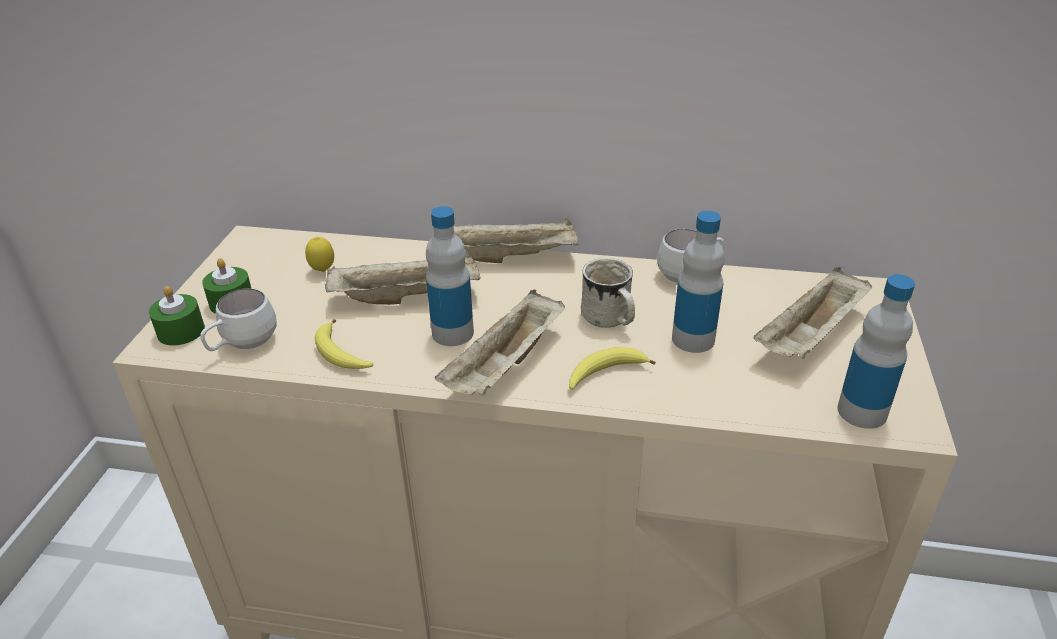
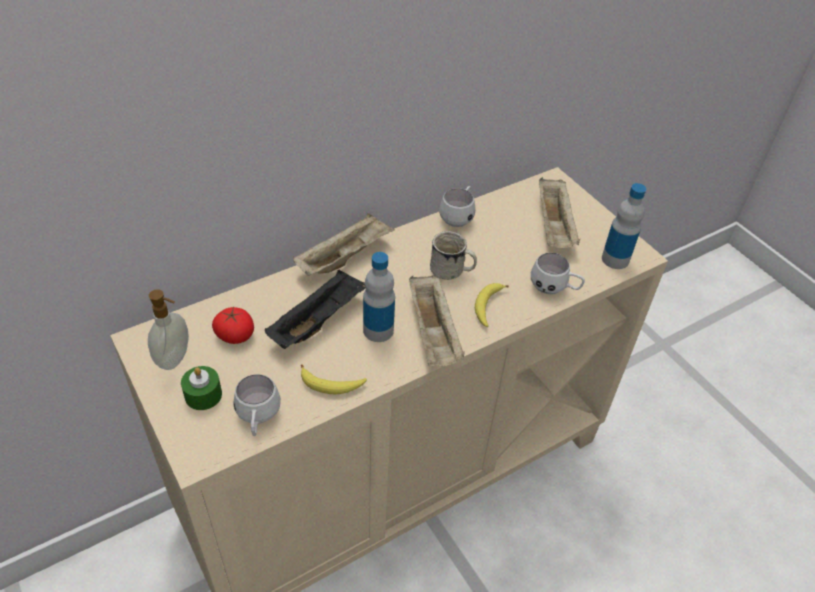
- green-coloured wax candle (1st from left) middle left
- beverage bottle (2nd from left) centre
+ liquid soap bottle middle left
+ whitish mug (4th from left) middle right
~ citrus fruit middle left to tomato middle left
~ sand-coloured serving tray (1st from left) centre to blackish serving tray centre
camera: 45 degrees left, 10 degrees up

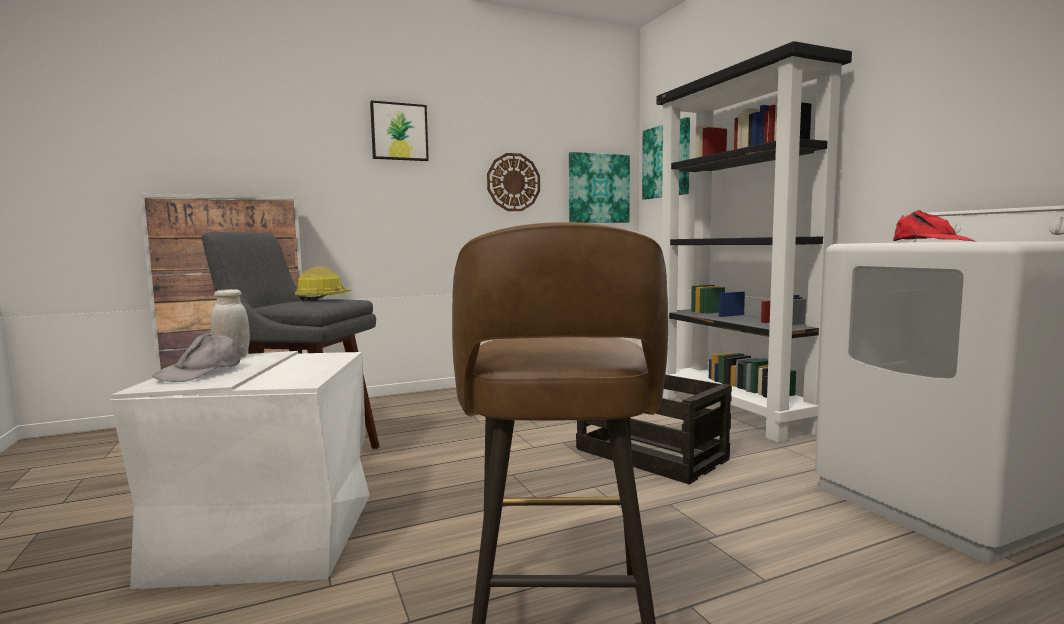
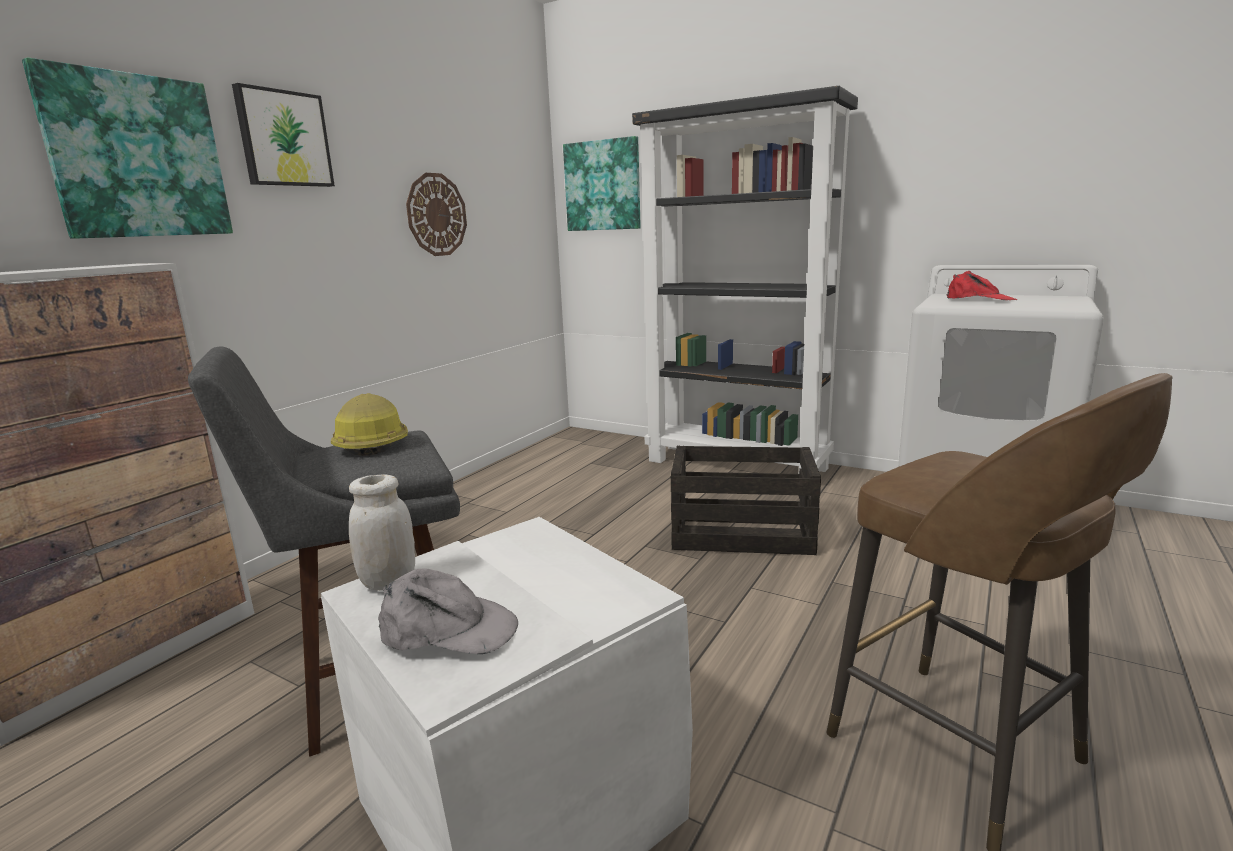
~ wall art (2nd from left in the first image) top centre to wall art (1st from left) top left
~ grey baseball cap middle left = bottom centre 60 degrees counterclockwise
camera: 35 degrees left, 10 degrees up

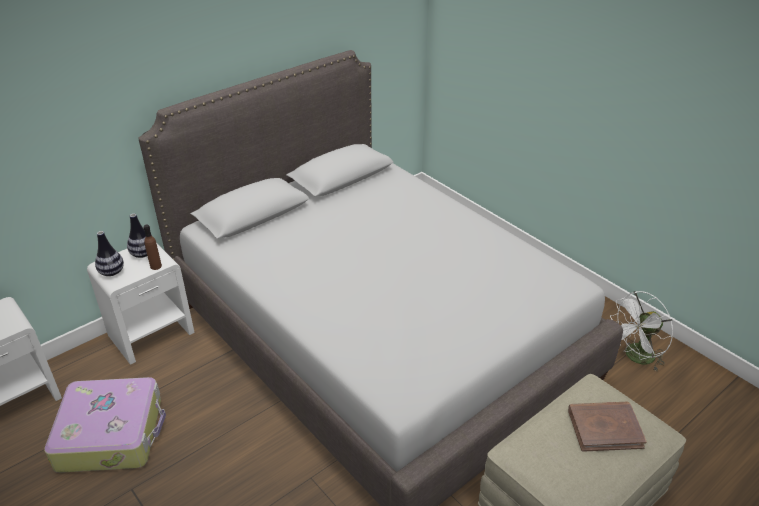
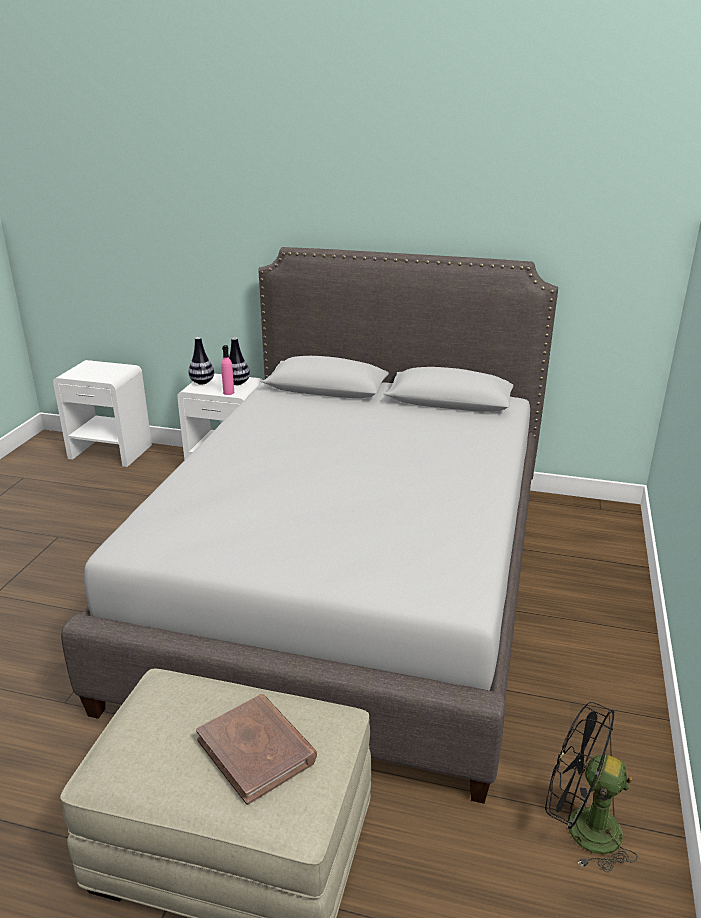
- suitcase bottom left
~ brownish beverage bottle middle left to pinkish beverage bottle middle left
~ whitish cooling fan middle right to blackish cooling fan bottom right
camera: 55 degrees right, 10 degrees down

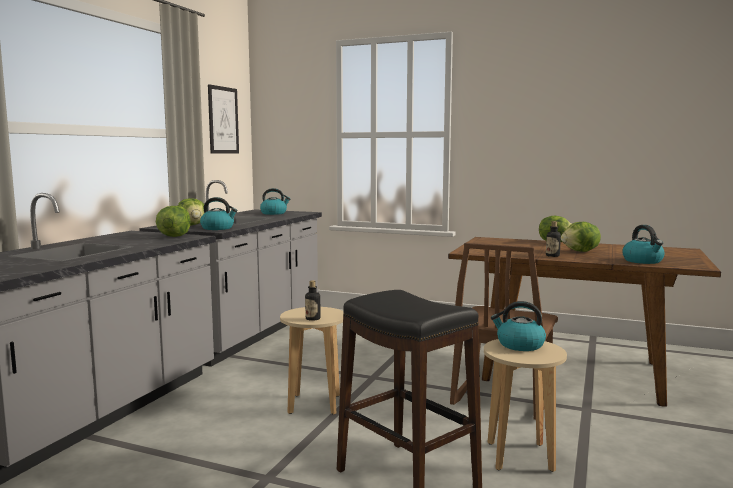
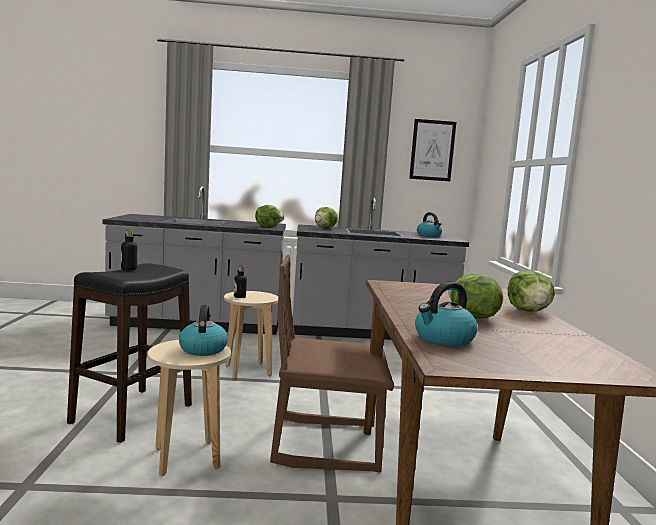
- kettle (1st from left) middle left
~ beverage bottle (2nd from left in the first image) middle right to beverage bottle (1st from left) middle left
camera: 65 degrees right, 0 degrees up

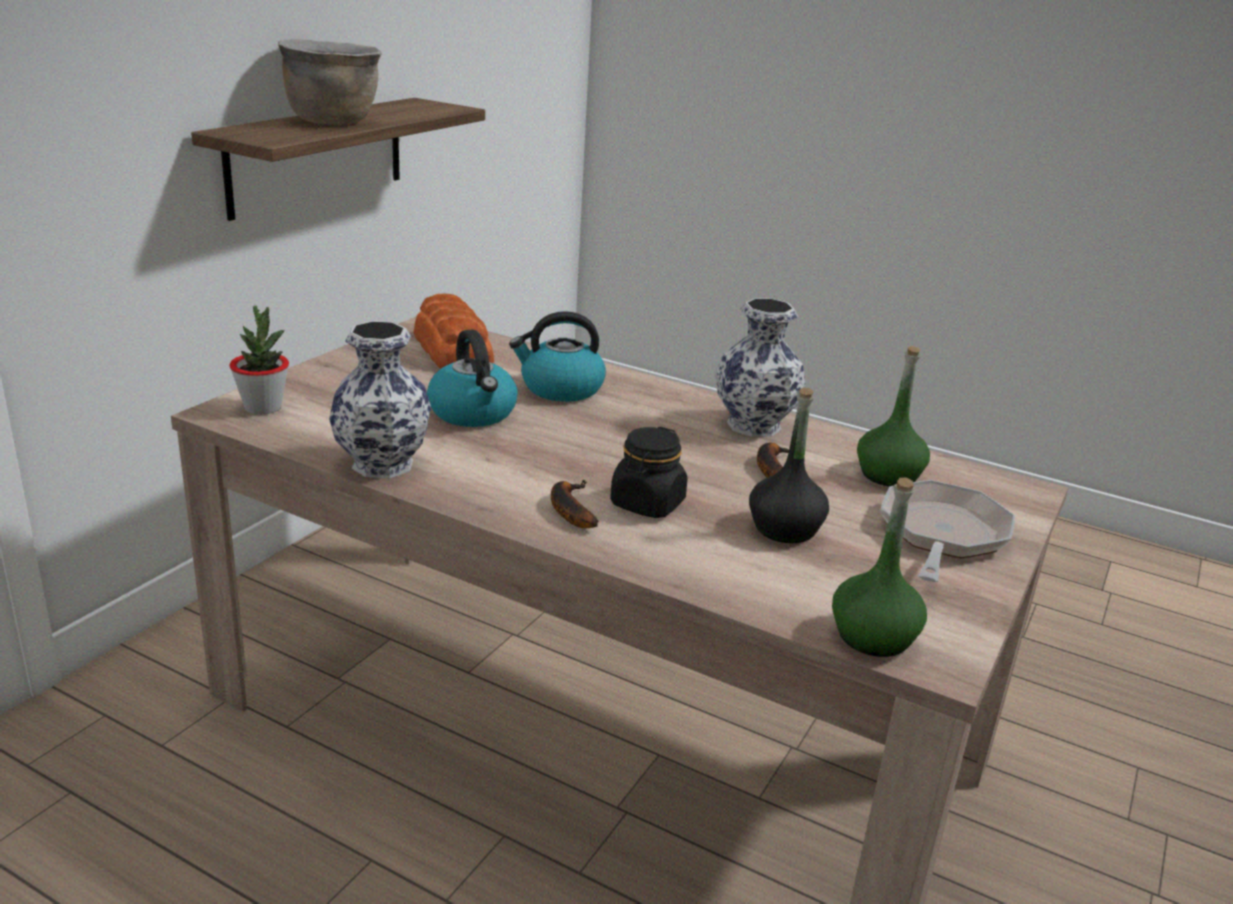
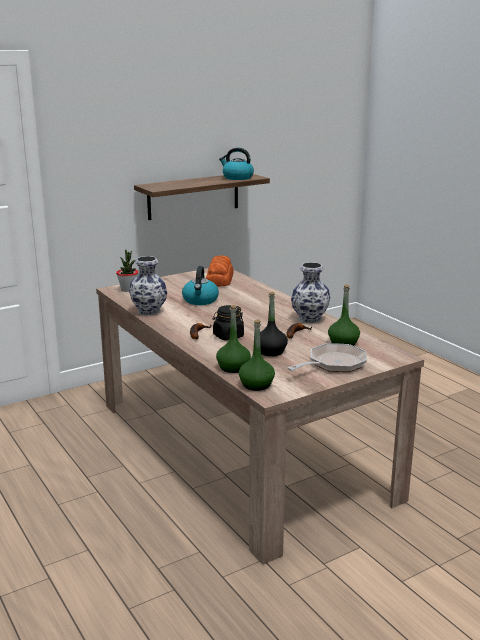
- brownish saucepot top left
+ green-coloured beverage bottle (1st from left) centre
~ kettle (2nd from left) centre to top centre
camera: 30 degrees right, 5 degrees down

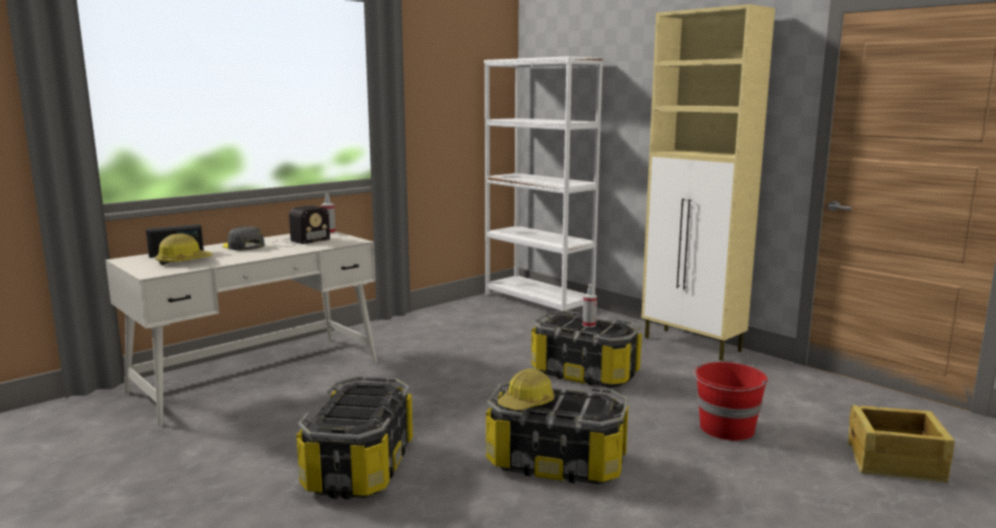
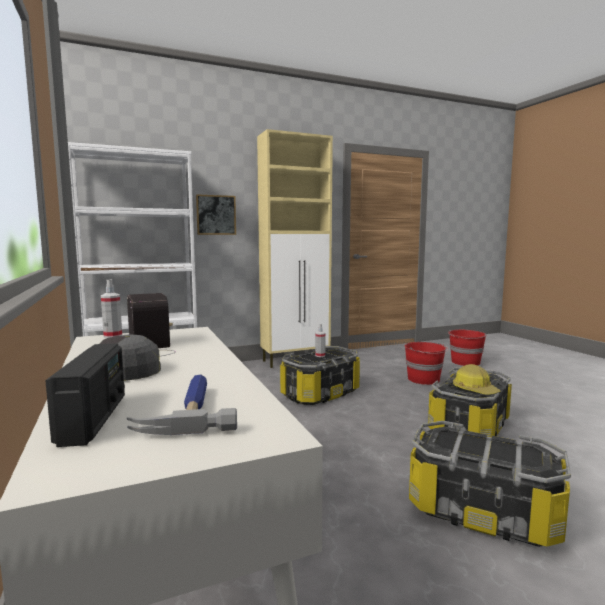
+ wall art centre
~ safety helmet (1st from left) middle left to tool hammer bottom left
~ shipping crate bottom right to red bucket (2nd from left) middle right
camera: 70 degrees left, 5 degrees down

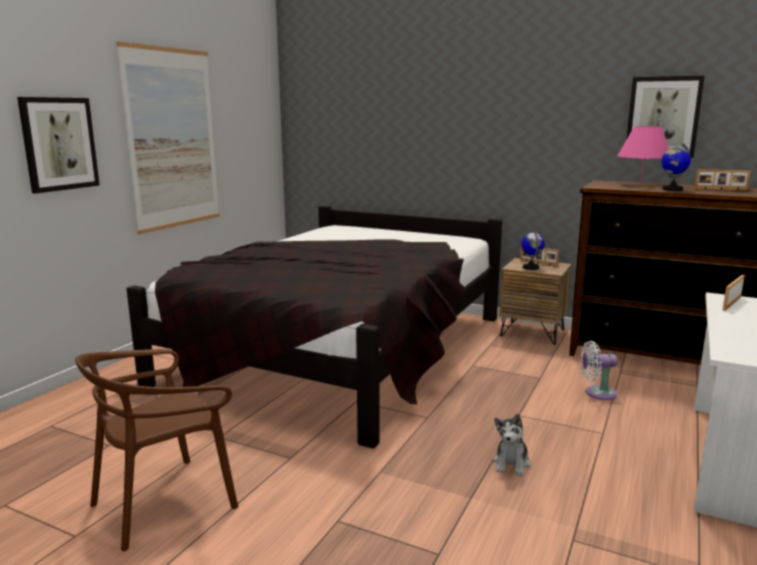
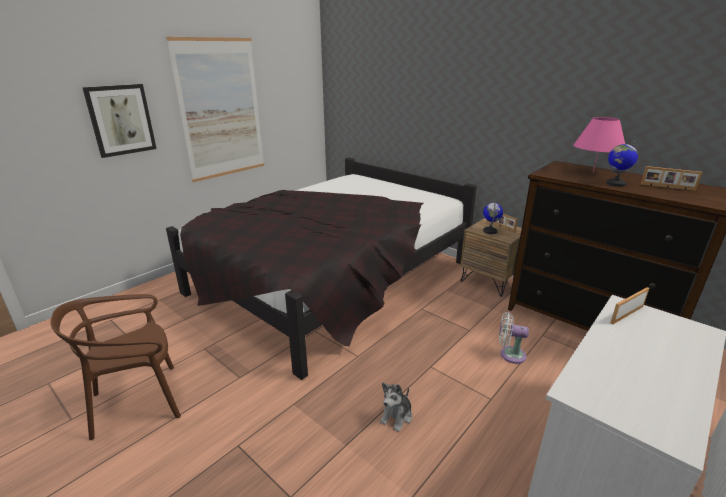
- wall art (3rd from left) top right
camera: 15 degrees right, 10 degrees up

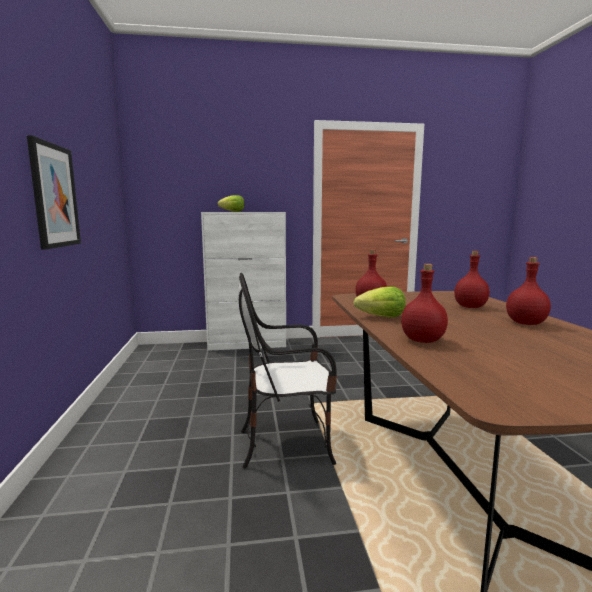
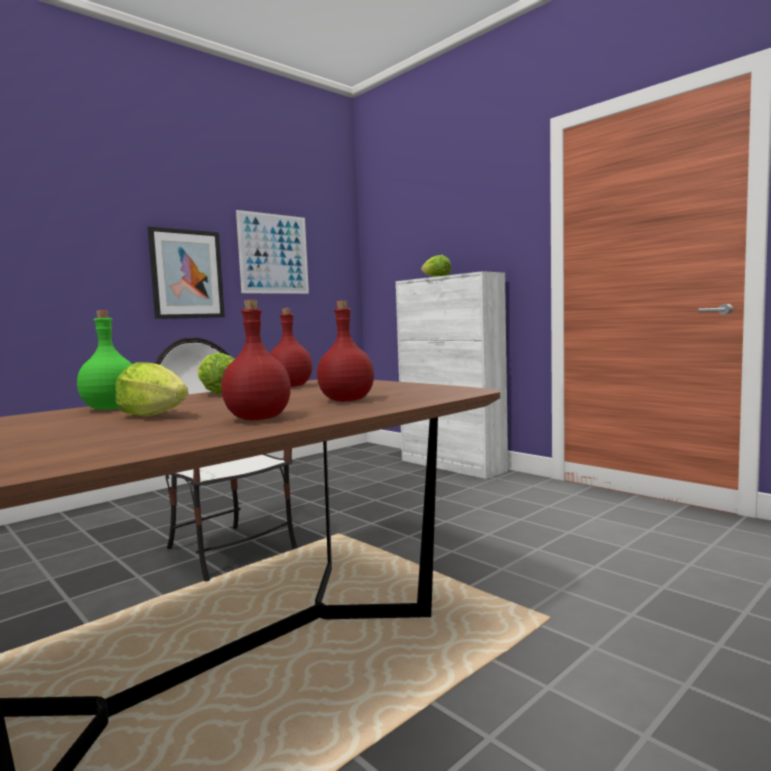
+ head of lettuce (1st from left) middle left
+ wall art (2nd from left) top centre
~ red beverage bottle (2nd from left) middle right to green-coloured beverage bottle middle left
camera: 55 degrees right, 5 degrees down

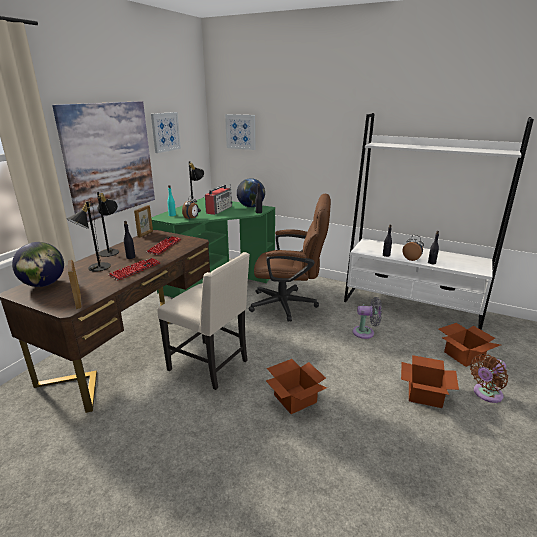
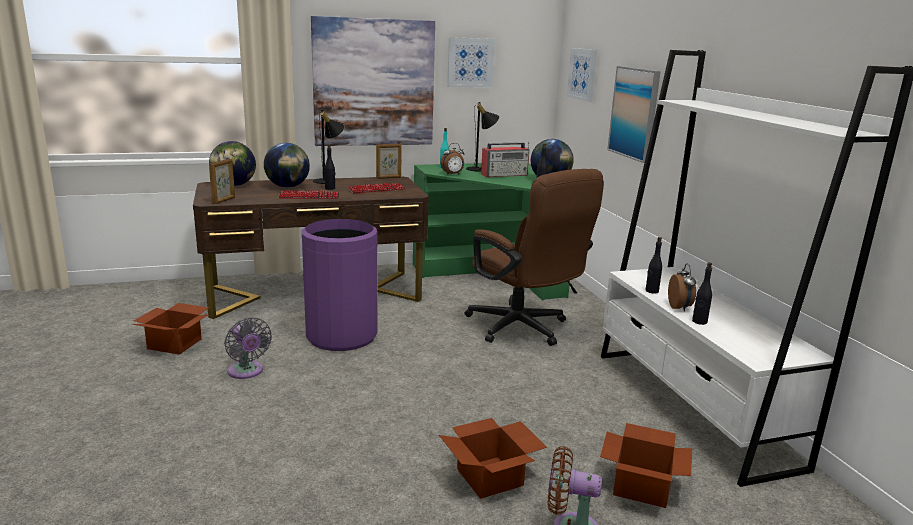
+ wall art (4th from left) top right
~ carton (1st from left) bottom centre to middle left
~ grey cooling fan middle right to middle left
~ blackish table lamp (1st from left) middle left to world globe (2nd from left) top left
~ sand-coloured chair centre to purple-coloured waste bin centre
camera: 45 degrees right, 5 degrees down

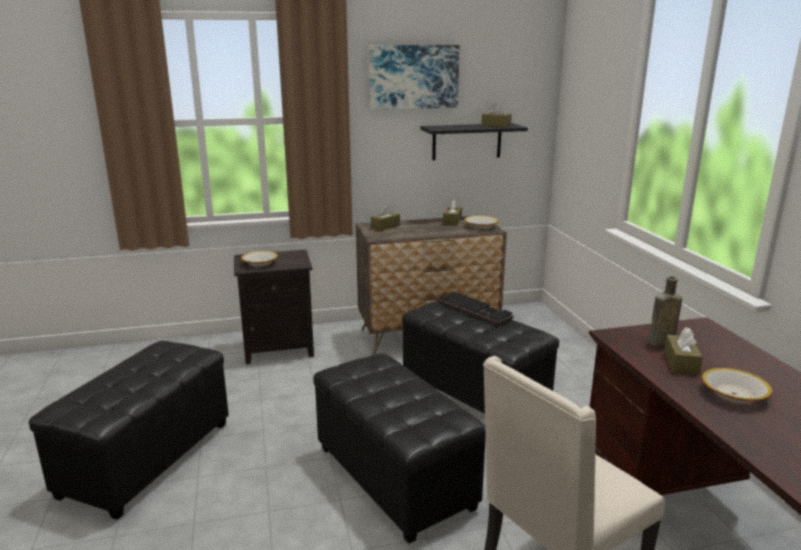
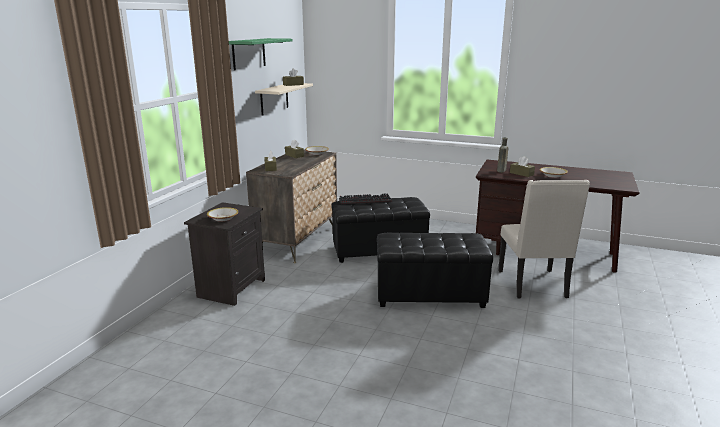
- blackish footrest (1st from left) bottom left
~ wall art top centre to green-coloured bracket shelf top centre
~ blackish bracket shelf top centre to sand-coloured bracket shelf top centre
camera: 55 degrees left, 0 degrees up

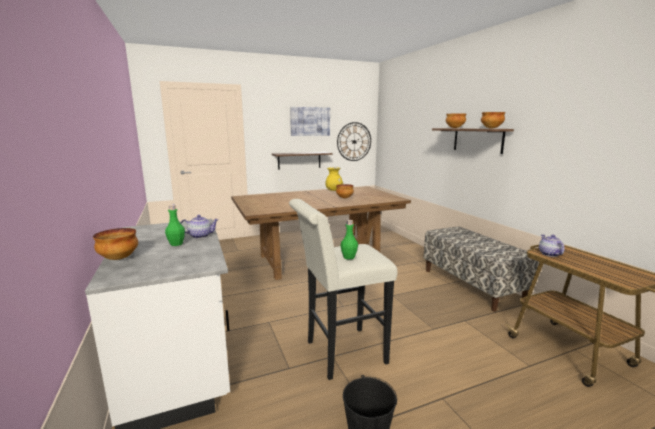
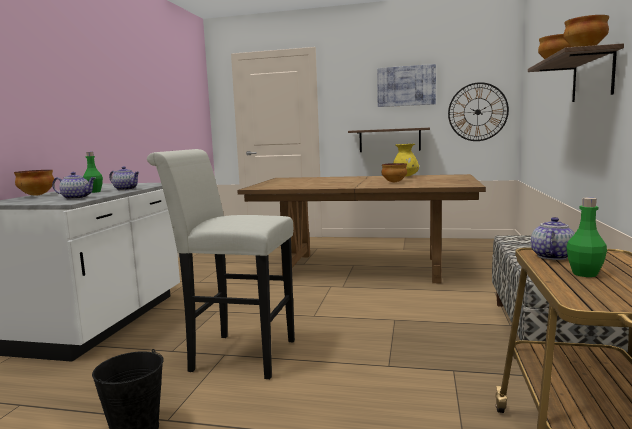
+ teapot (1st from left) middle left
~ green-coloured beverage bottle (2nd from left) centre to middle right
camera: 35 degrees right, 5 degrees down

